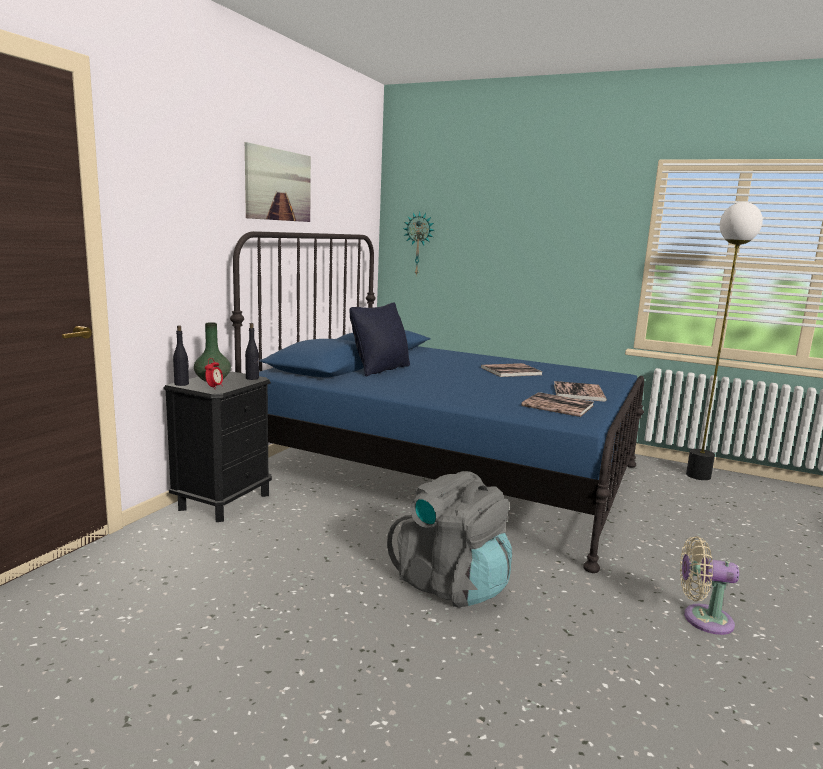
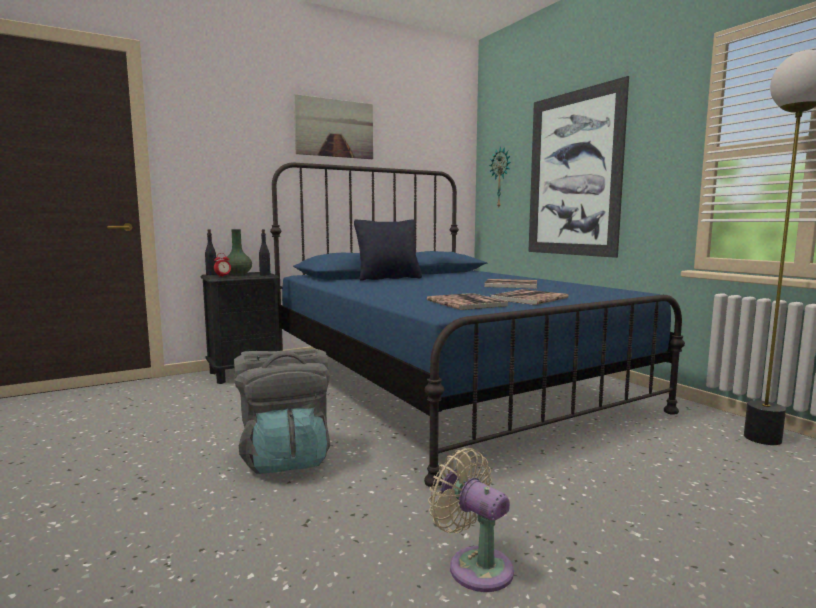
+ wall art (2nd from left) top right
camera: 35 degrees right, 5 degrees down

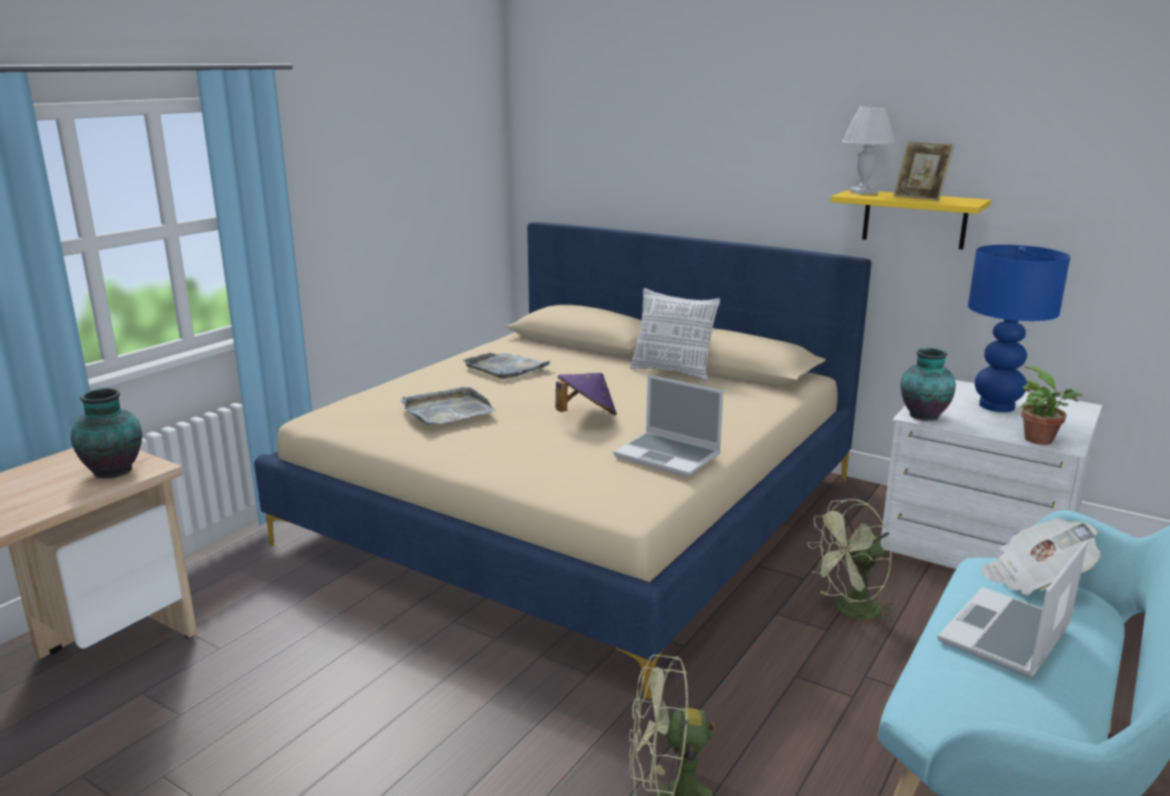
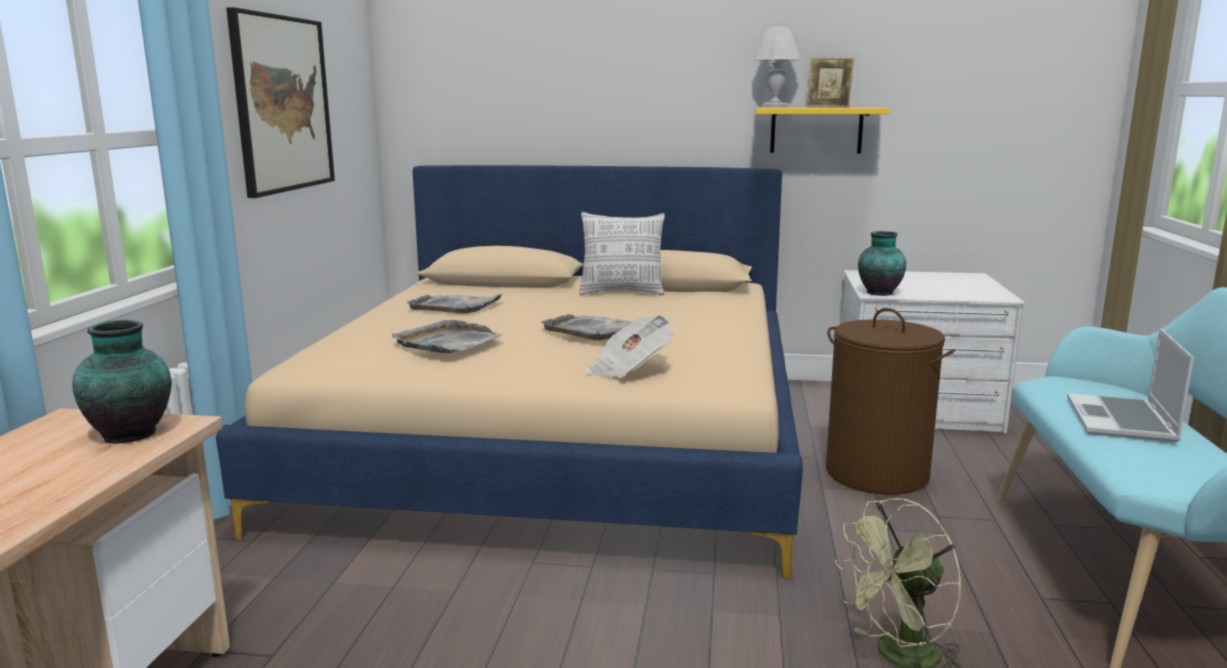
- notebook computer (1st from left) centre
- blue table lamp middle right
- houseplant middle right
+ wall art top left
~ printed paper bottom right to centre
~ purple-coloured wearable hat centre to grey serving tray (3rd from left) centre
~ green-coloured cooling fan (2nd from left) bottom right to brownish washing basket middle right
camera: 25 degrees left, 5 degrees down

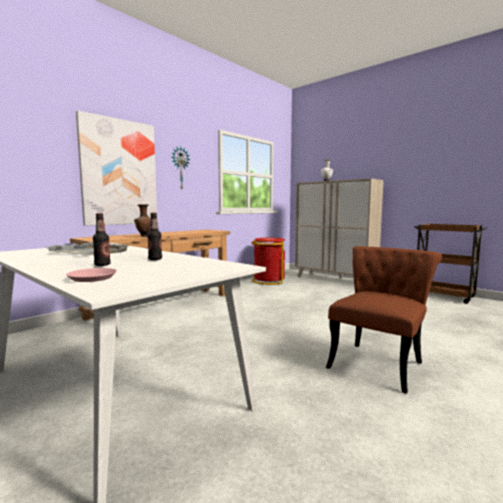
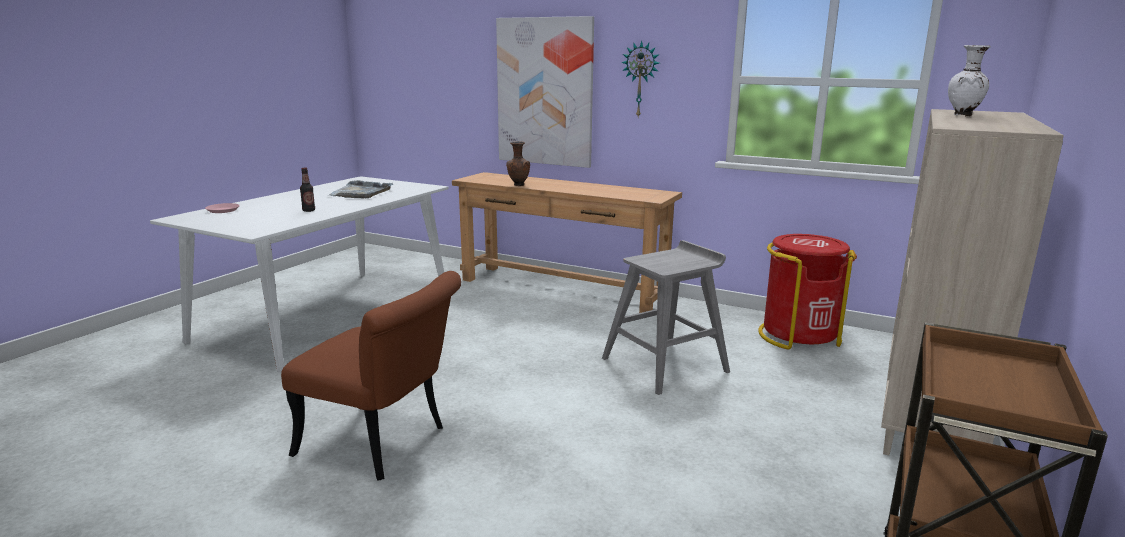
- beverage bottle (1st from left) middle left
+ grey sitting stool centre
camera: 75 degrees right, 10 degrees up

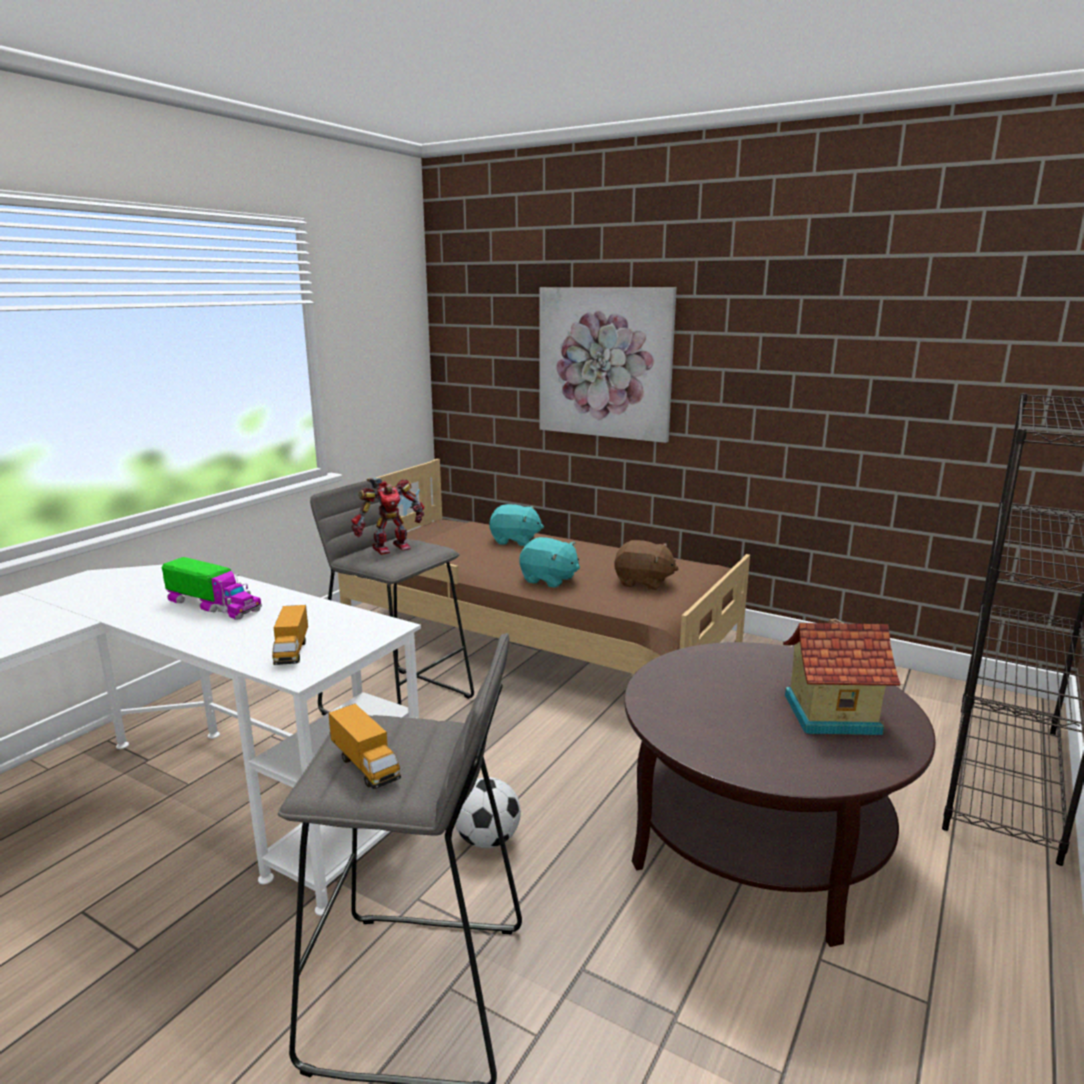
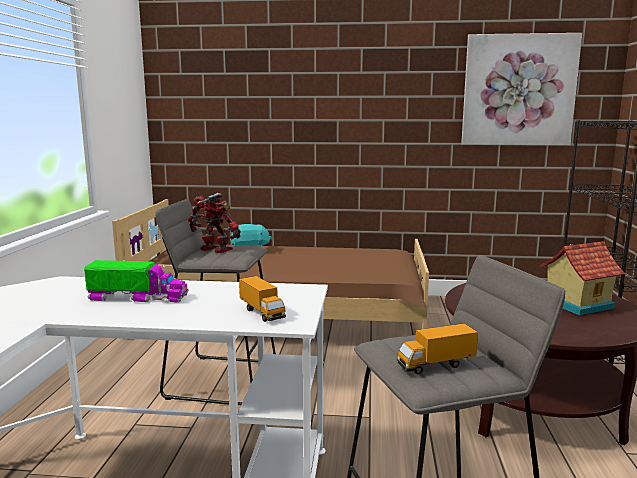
- football bottom centre
- turquoise cuddly toy (2nd from left) centre
- brownish cuddly toy centre
~ wall art centre to top right
~ toy lorry (3rd from left) bottom centre = bottom right 135 degrees clockwise
~ toy robot centre = centre 90 degrees counterclockwise
camera: 25 degrees left, 5 degrees down

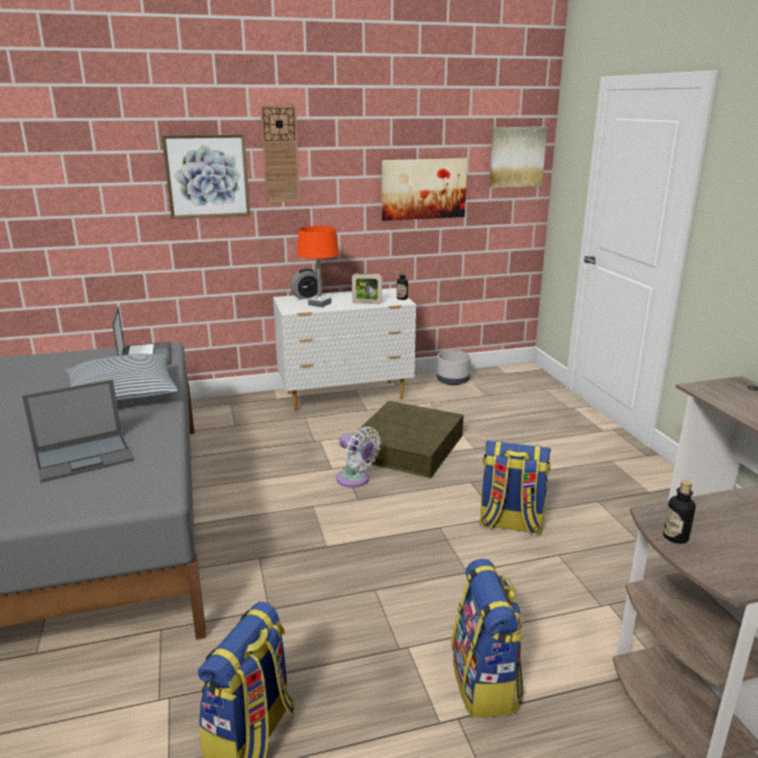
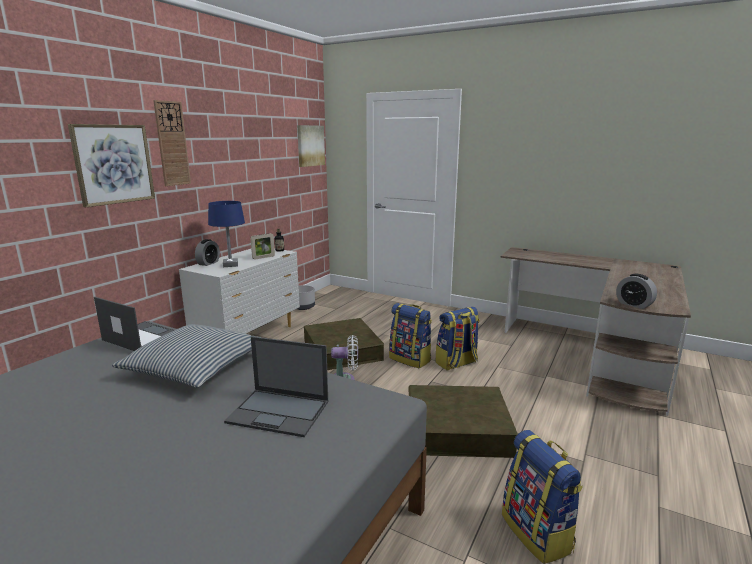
- wall art (2nd from left) top centre
+ brownish storage box (2nd from left) bottom centre
~ knapsack (2nd from left in the first image) bottom centre to knapsack (1st from left) centre
~ beverage bottle (2nd from left) bottom right to alarm clock (2nd from left) middle right
~ orangey table lamp centre to blue table lamp middle left
~ notebook computer (1st from left in the first image) middle left = bottom centre 90 degrees clockwise
camera: 45 degrees left, 5 degrees down

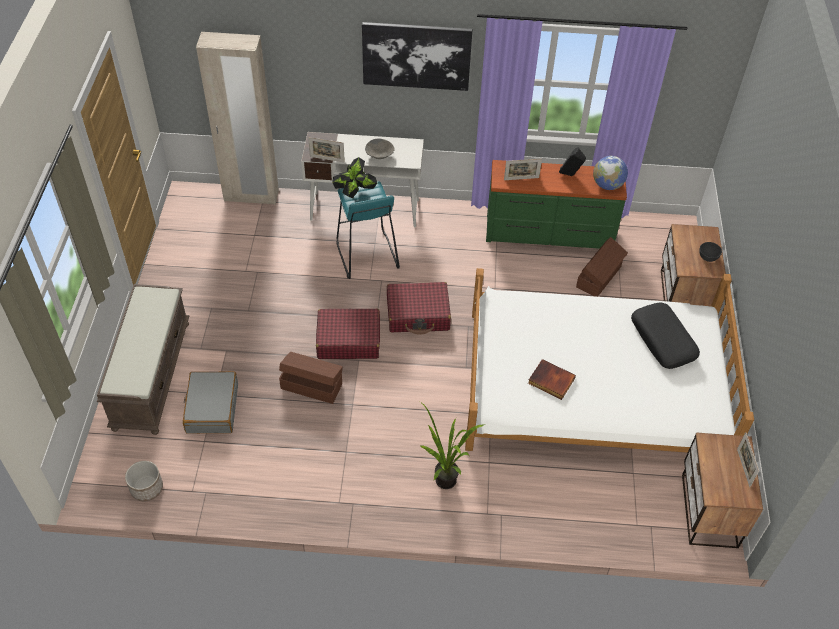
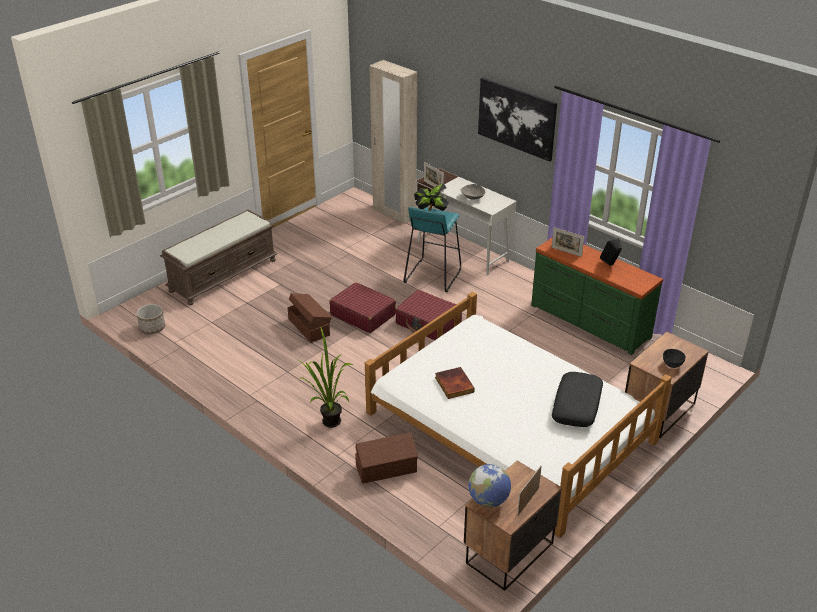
- grey suitcase middle left
~ brownish storage box (2nd from left) middle right to bottom centre
~ world globe top right to bottom centre
camera: 40 degrees right, 15 degrees down

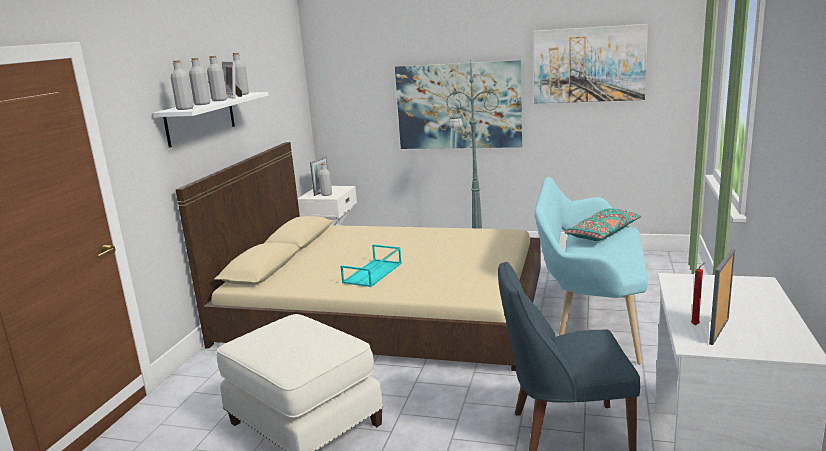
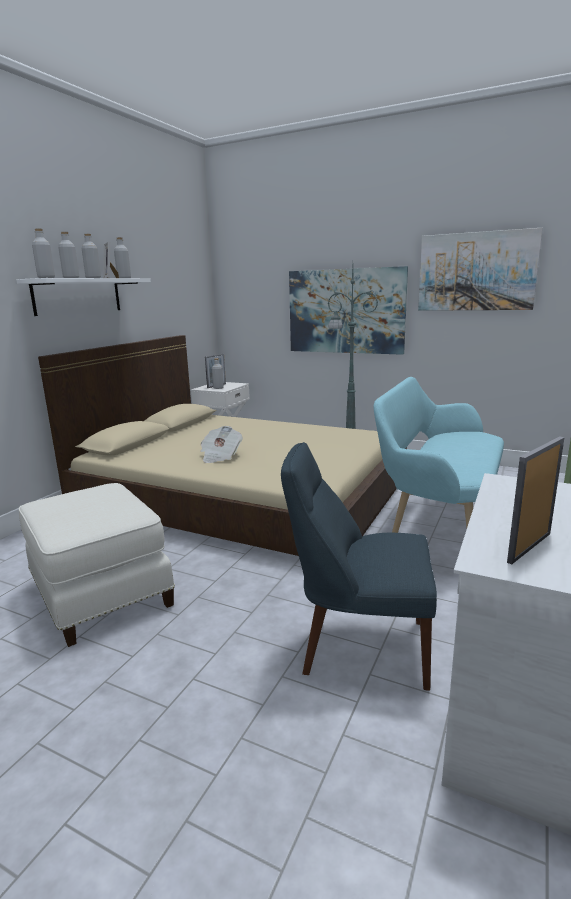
- turquoise cushion middle right
- red wax candle middle right
~ turquoise serving tray centre to printed paper centre
camera: 10 degrees right, 0 degrees up

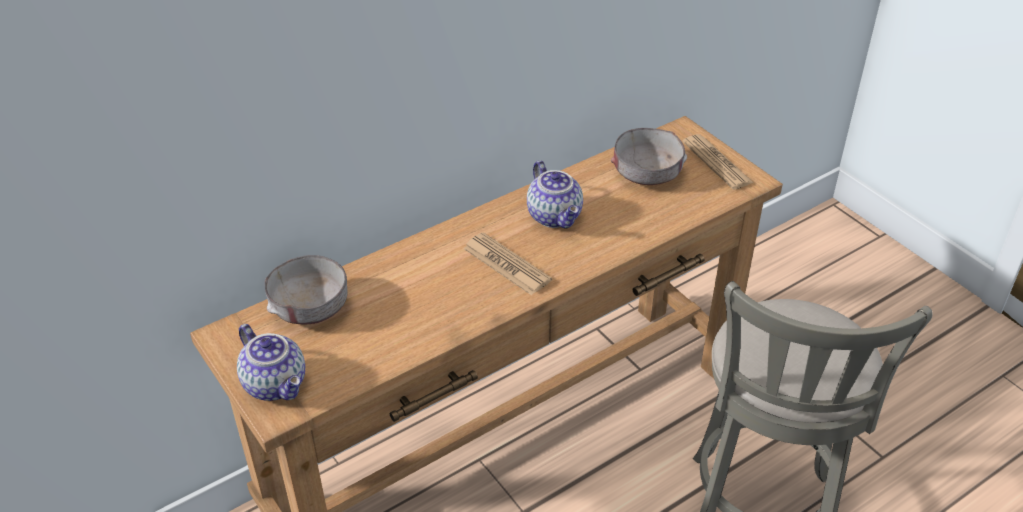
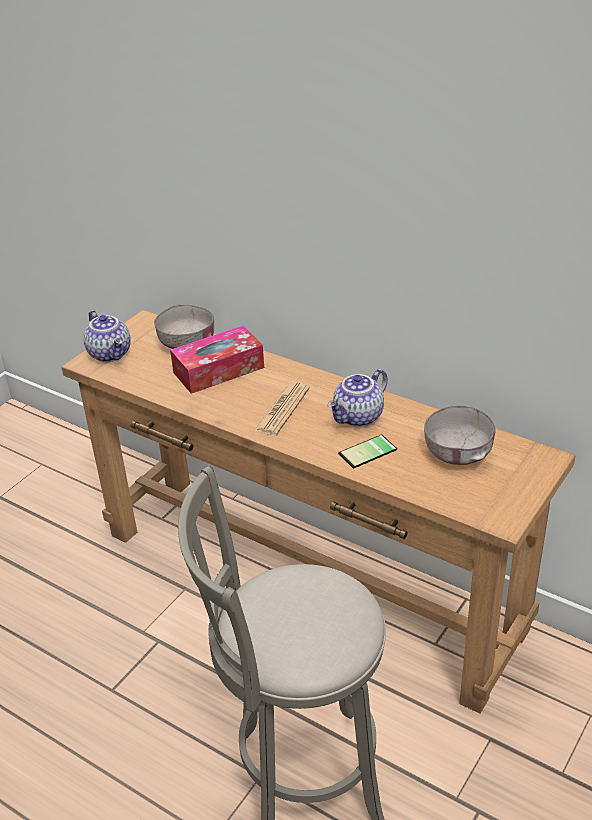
- printed paper (2nd from left) top right
+ box of tissues centre
+ telephone centre
~ teapot (1st from left) bottom left = middle left 60 degrees counterclockwise
camera: 70 degrees right, 5 degrees down

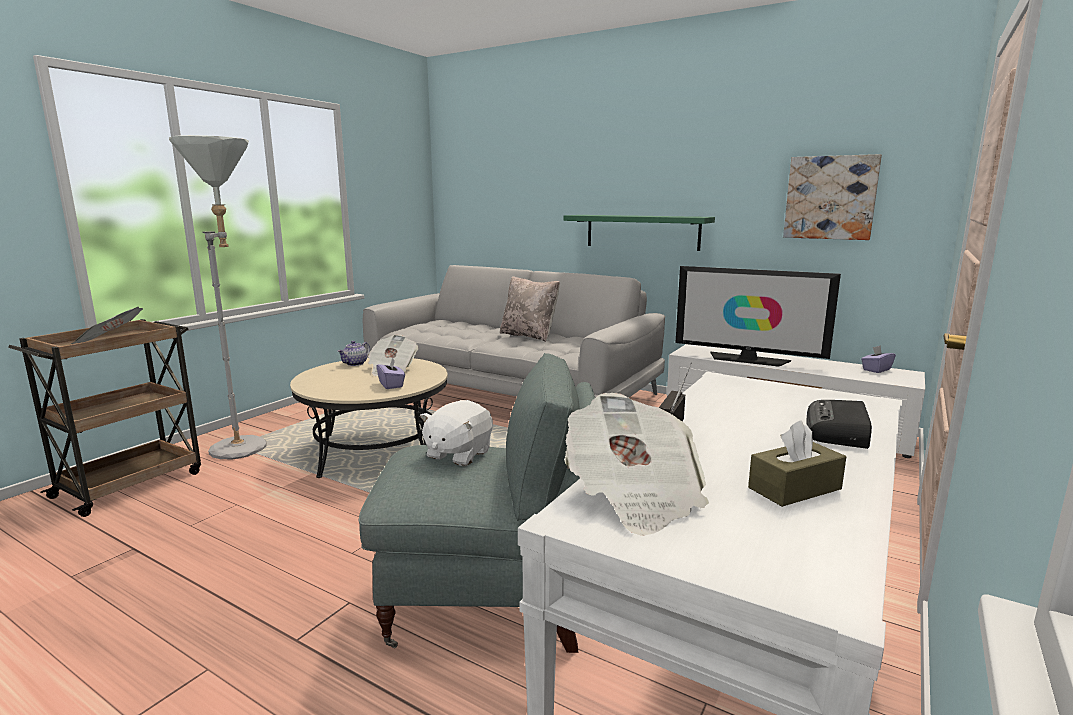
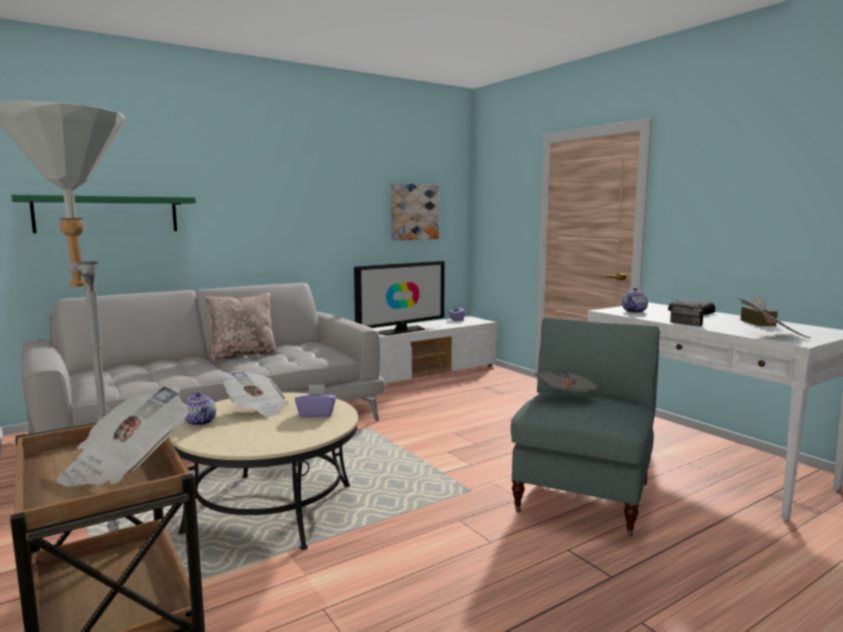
+ teapot (2nd from left) middle right
~ green-coloured bracket shelf top centre to middle left
~ whitish cuddly toy centre to printed paper (3rd from left) middle right
camera: 65 degrees left, 5 degrees down

